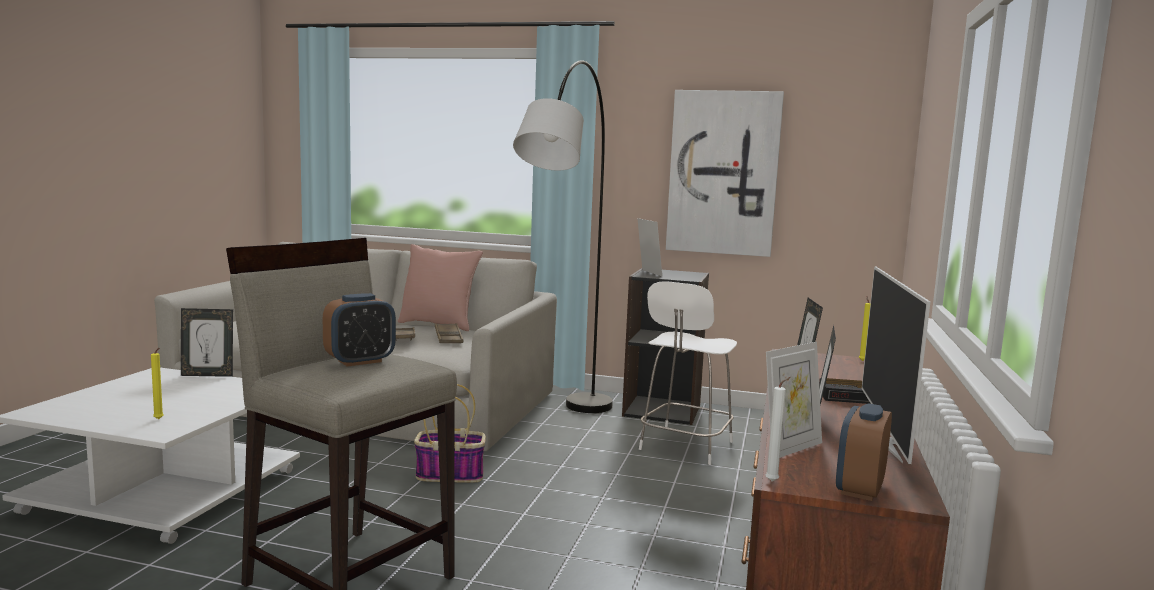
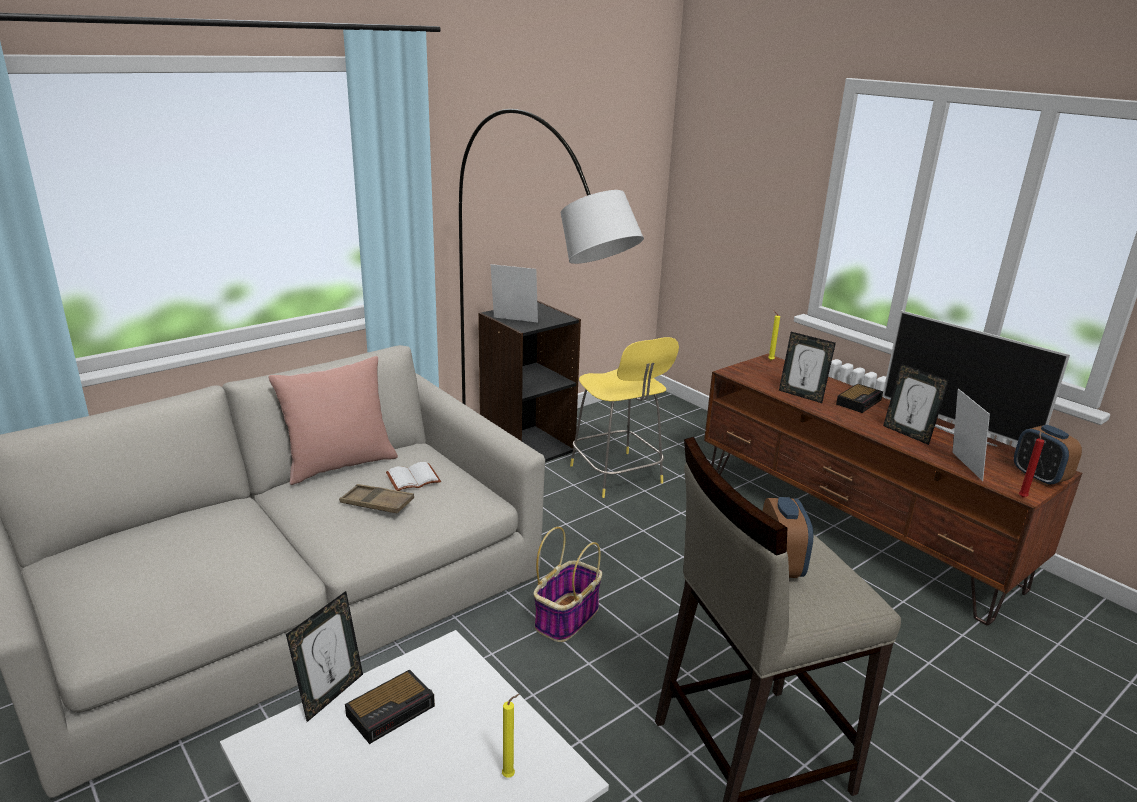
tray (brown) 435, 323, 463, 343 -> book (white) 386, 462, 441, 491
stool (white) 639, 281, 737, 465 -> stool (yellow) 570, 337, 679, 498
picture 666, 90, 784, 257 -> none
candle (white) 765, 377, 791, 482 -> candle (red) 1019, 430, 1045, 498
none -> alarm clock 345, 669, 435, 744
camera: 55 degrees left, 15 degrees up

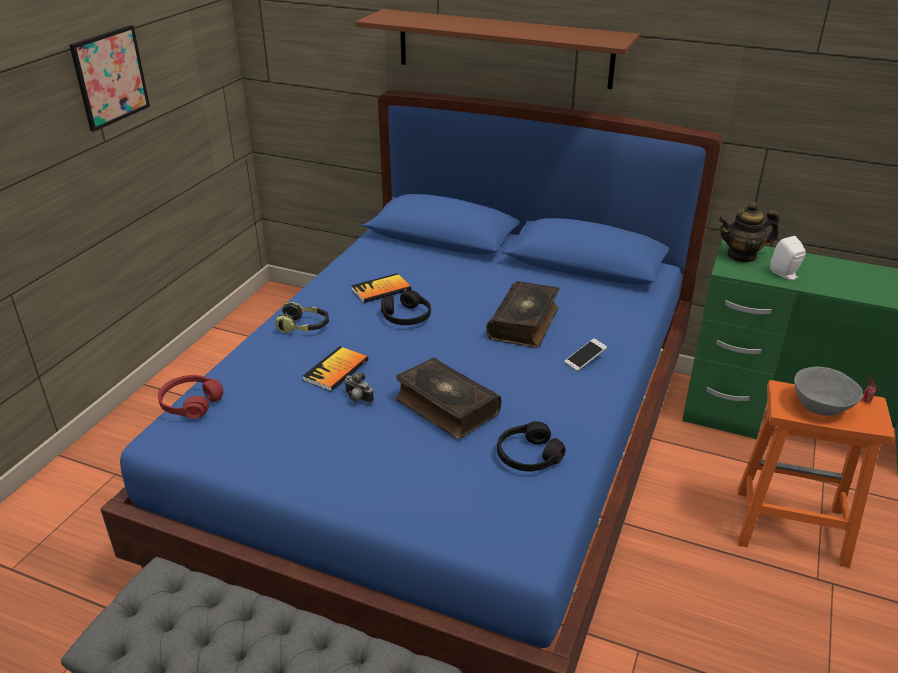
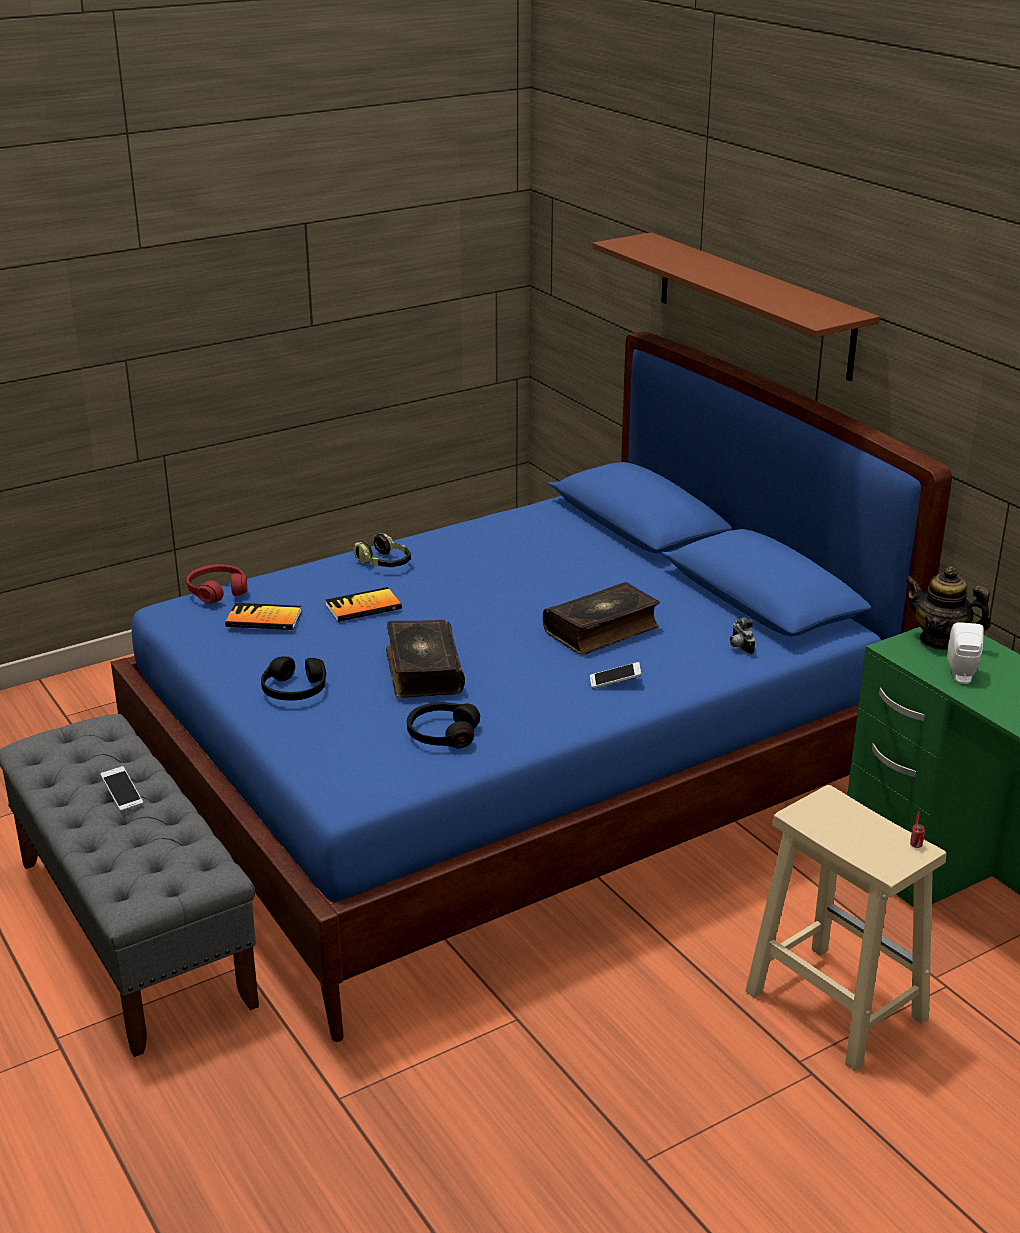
picture 70, 25, 150, 132 -> none
photo camera 344, 372, 374, 403 -> photo camera 730, 617, 755, 655, relocated
book 351, 273, 411, 303 -> book 225, 603, 302, 630, relocated
headphones (black) 381, 290, 431, 325 -> headphones (black) 261, 656, 326, 700, relocated
stool (orange) 738, 380, 895, 568 -> stool (beige) 745, 785, 947, 1071
bowl (grey) 794, 367, 863, 416 -> none
none -> phone 101, 766, 143, 812
camera: 35 degrees right, 5 degrees down

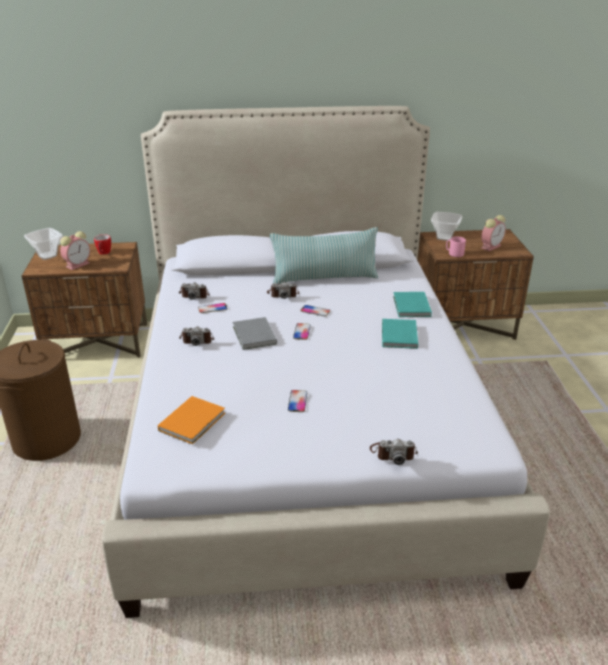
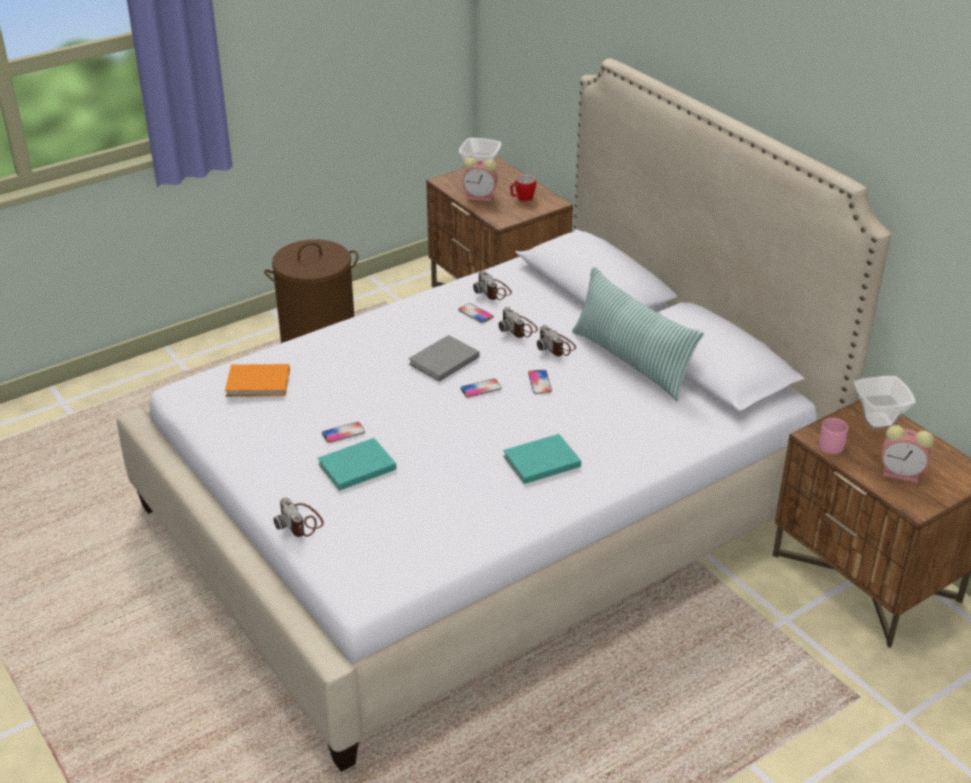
photo camera 179, 326, 214, 346 -> photo camera 499, 307, 538, 338, relocated
book (turquoise) 393, 292, 432, 317 -> book (turquoise) 318, 438, 396, 491, relocated
camera: 60 degrees right, 5 degrees up

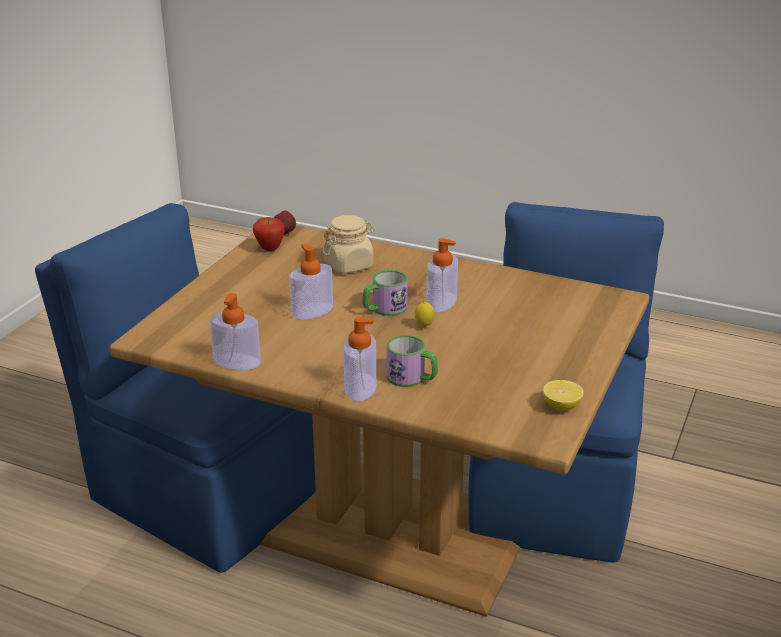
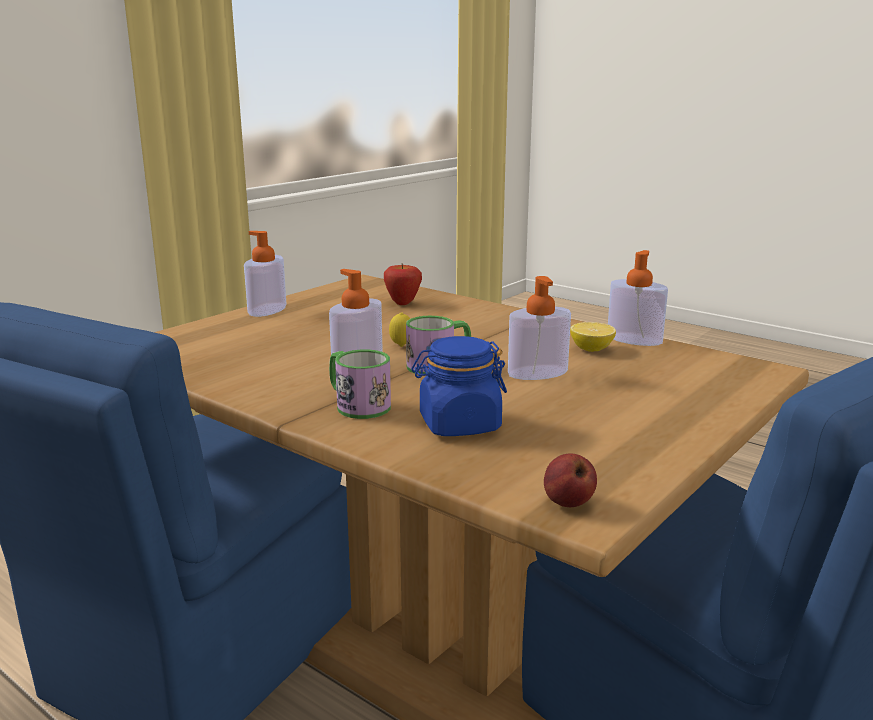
apple 253, 217, 285, 251 -> apple 384, 263, 422, 305, relocated
jar (beige) 323, 215, 374, 274 -> jar (blue) 411, 336, 507, 436
soap dispenser 343, 317, 376, 401 -> soap dispenser 244, 231, 287, 317, relocated
mug 386, 335, 438, 387 -> mug 329, 349, 391, 419, relocated
lemon 543, 380, 584, 411 -> lemon 570, 322, 616, 352, relocated
camera: 165 degrees left, 10 degrees down

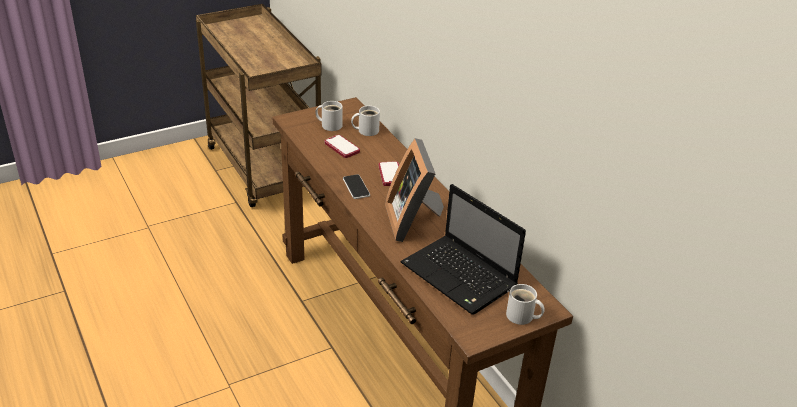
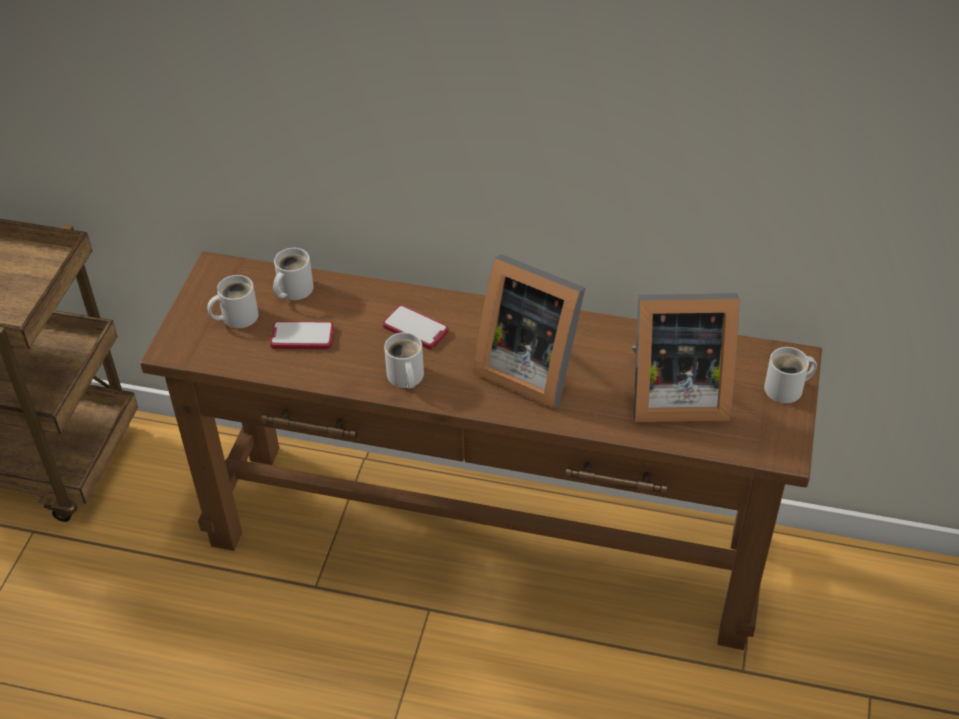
phone 343, 174, 370, 199 -> mug (white) 384, 332, 424, 389
laptop 400, 184, 526, 315 -> picture frame 632, 293, 740, 422
camera: 45 degrees left, 10 degrees up

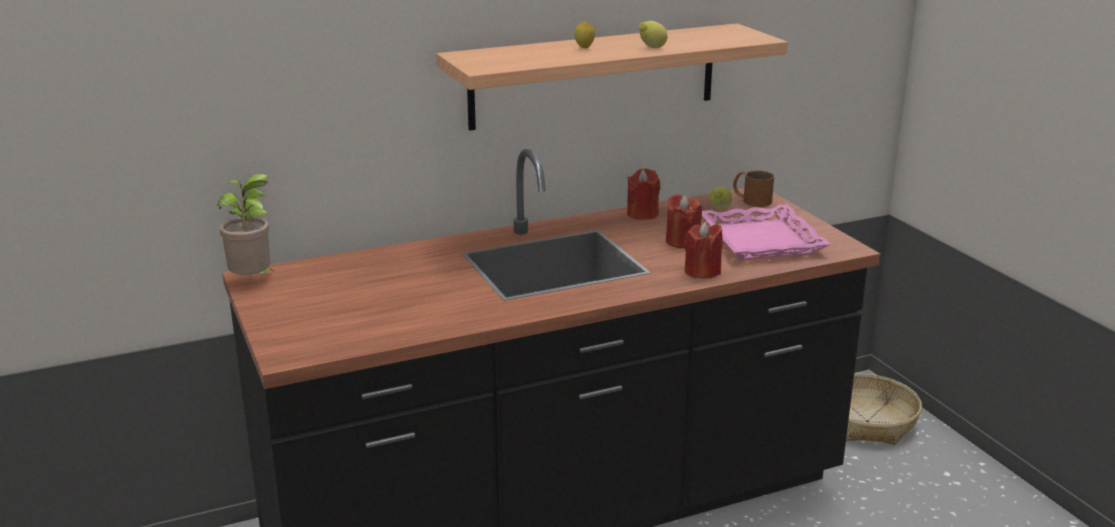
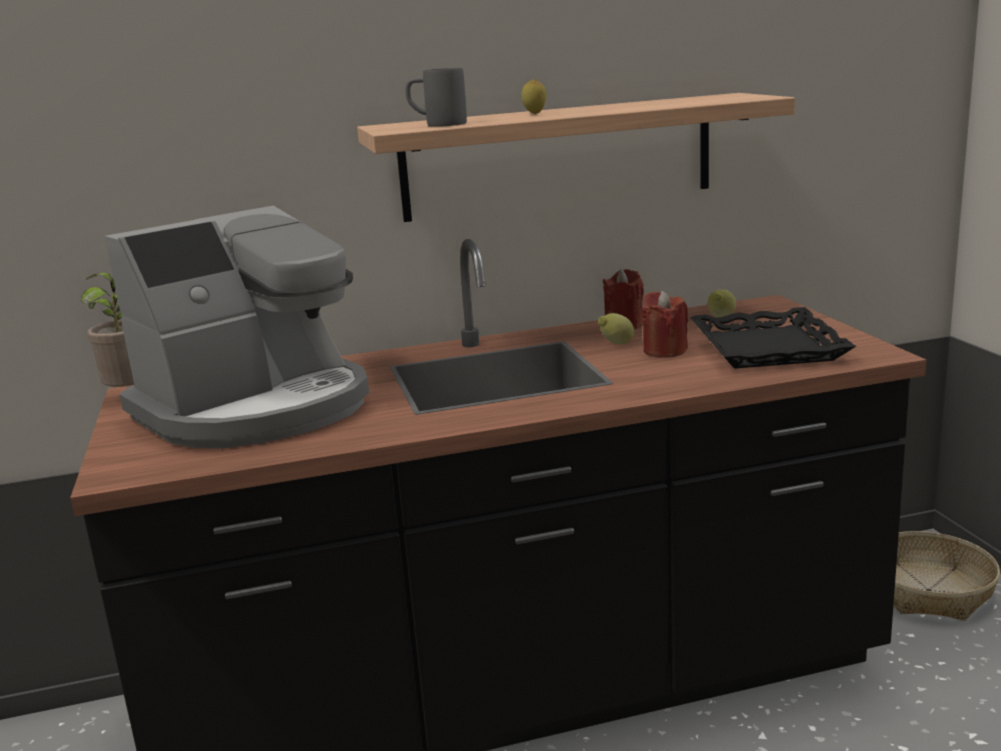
lemon 639, 21, 668, 48 -> lemon 598, 313, 634, 344, relocated
candle (red) 684, 222, 722, 278 -> none
tray (pink) 702, 204, 831, 260 -> tray (black) 691, 307, 856, 369
mug (brown) 733, 171, 774, 207 -> none
none -> coffee machine 104, 206, 369, 448
none -> mug (grey) 405, 67, 467, 127
camera: 10 degrees right, 5 degrees down

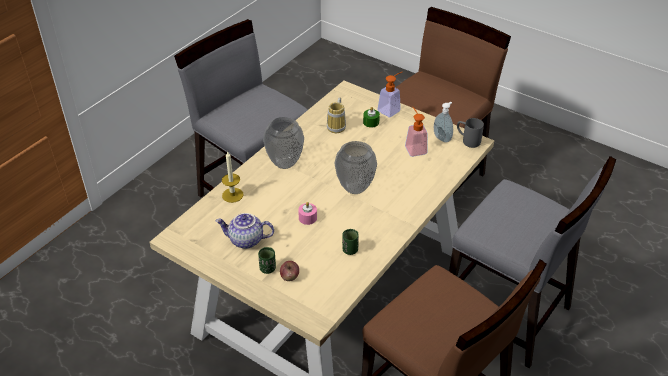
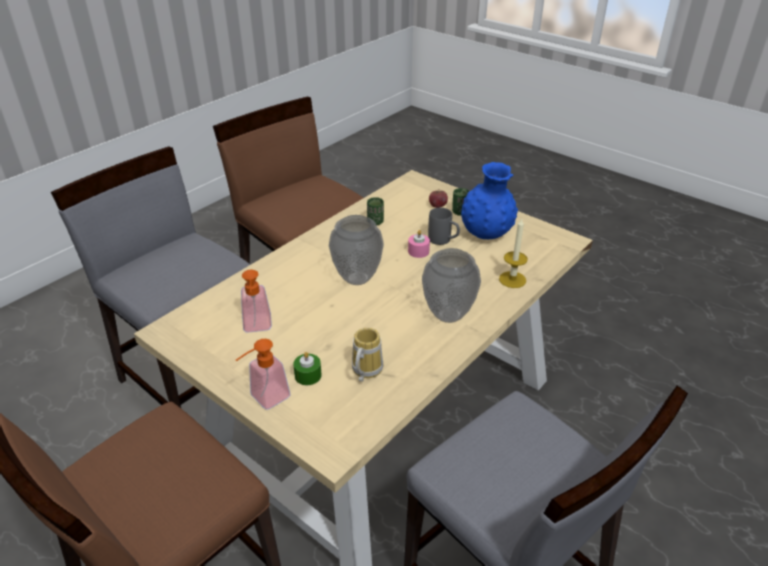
teapot 216, 213, 274, 249 -> vase (blue) 461, 162, 518, 239
soap dispenser 434, 102, 453, 143 -> none
mug (grey) 457, 118, 484, 148 -> mug (grey) 428, 208, 460, 245, relocated
camera: 175 degrees left, 5 degrees down

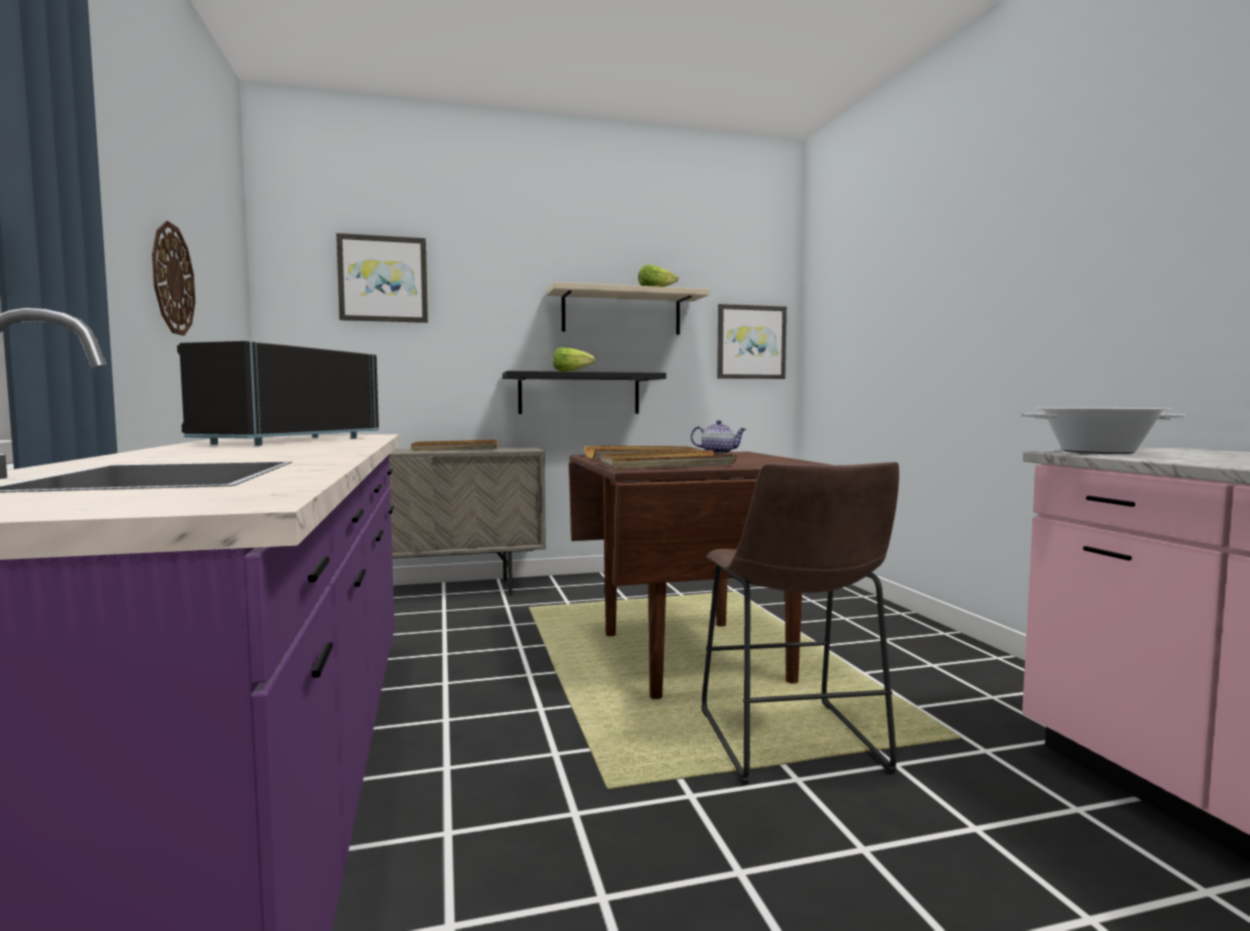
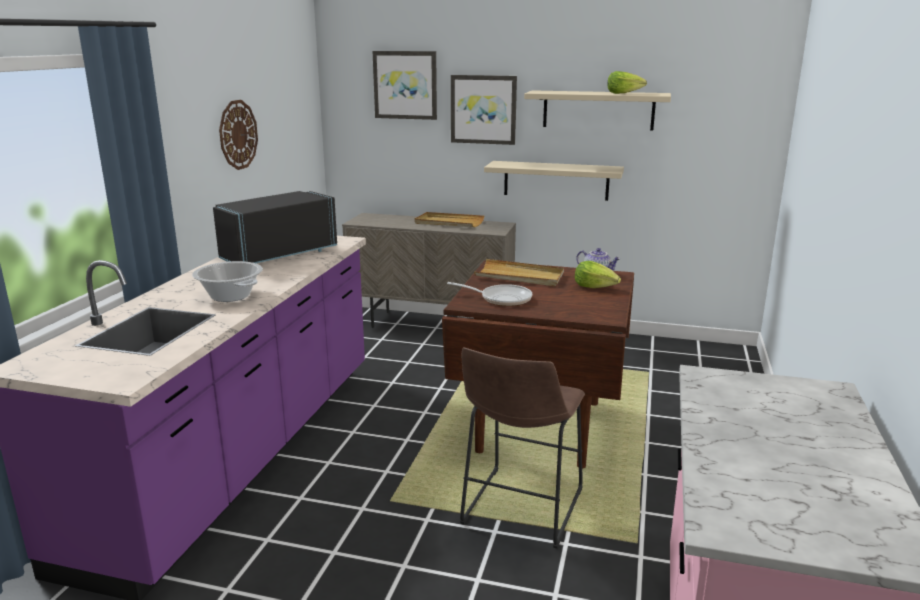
shelf (black) 502, 371, 666, 414 -> shelf (beige) 484, 161, 624, 201
lettuce 553, 347, 596, 371 -> lettuce 575, 261, 621, 288, relocated
tray (beige) 601, 450, 737, 469 -> frying pan 447, 282, 533, 306
picture 717, 304, 787, 379 -> picture 451, 75, 517, 145, relocated
cooking pot 1020, 408, 1186, 454 -> cooking pot 192, 261, 263, 302, relocated
camera: 30 degrees right, 15 degrees up

